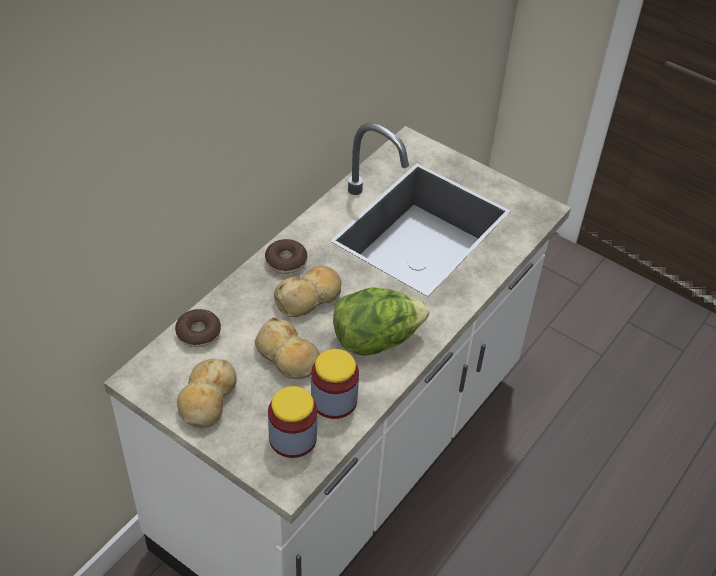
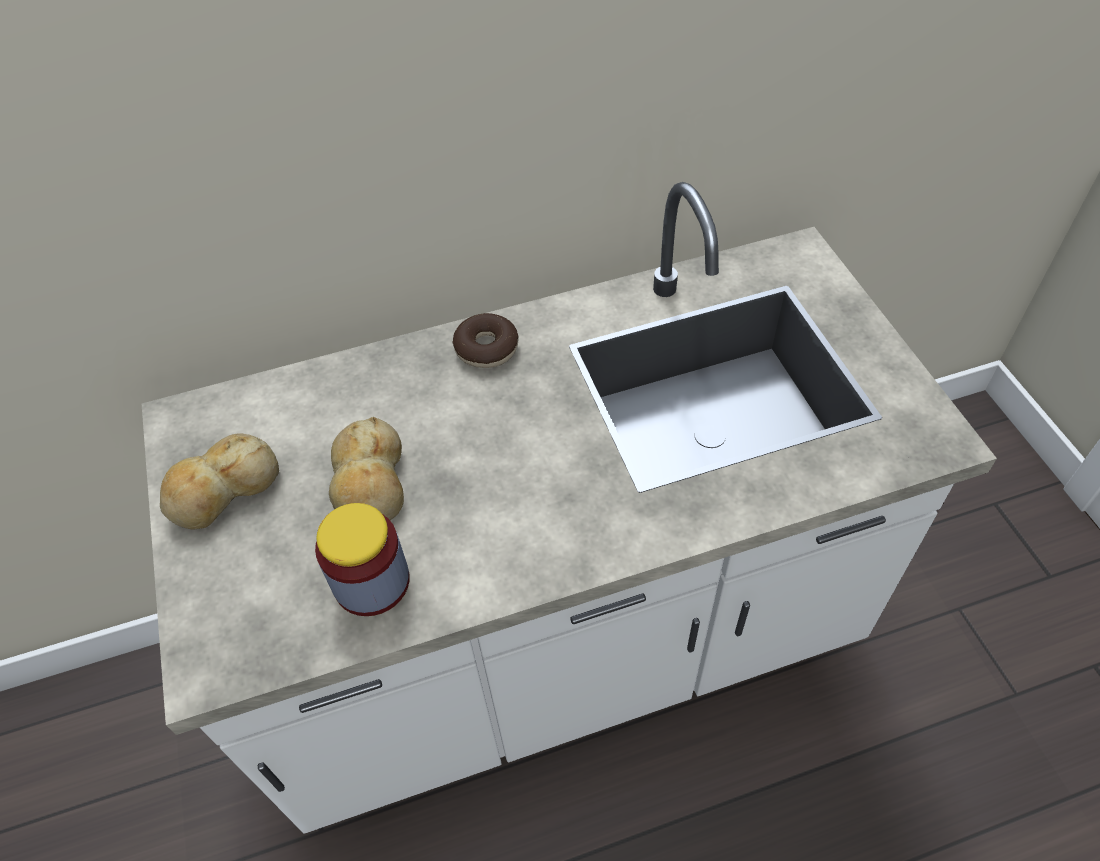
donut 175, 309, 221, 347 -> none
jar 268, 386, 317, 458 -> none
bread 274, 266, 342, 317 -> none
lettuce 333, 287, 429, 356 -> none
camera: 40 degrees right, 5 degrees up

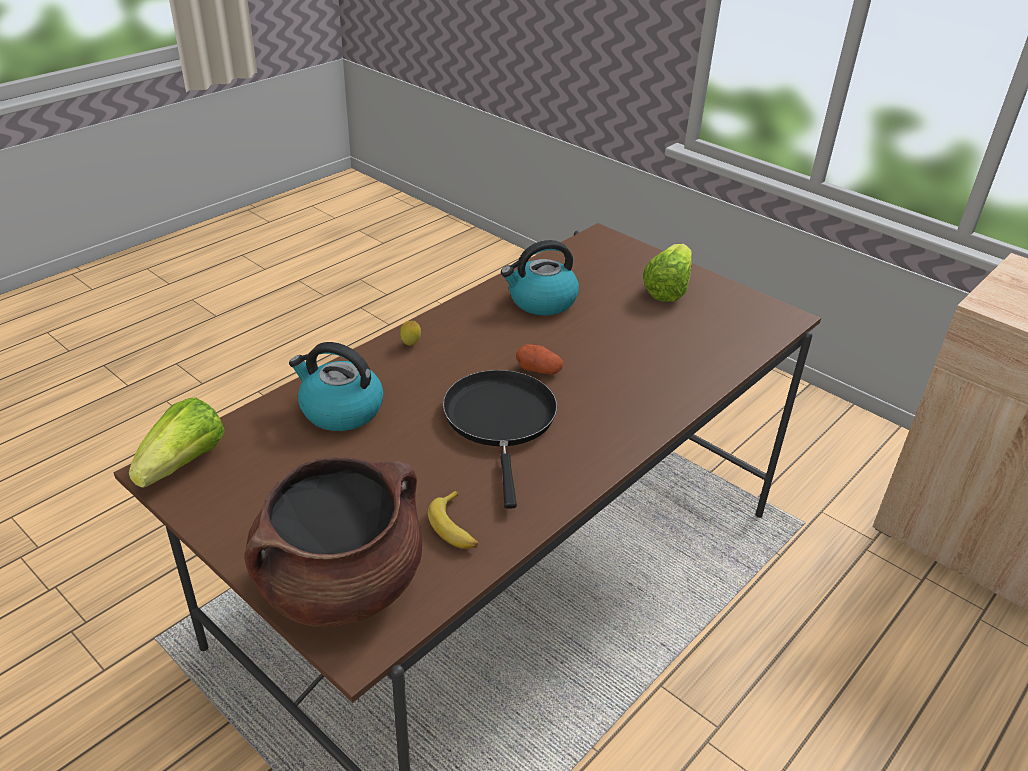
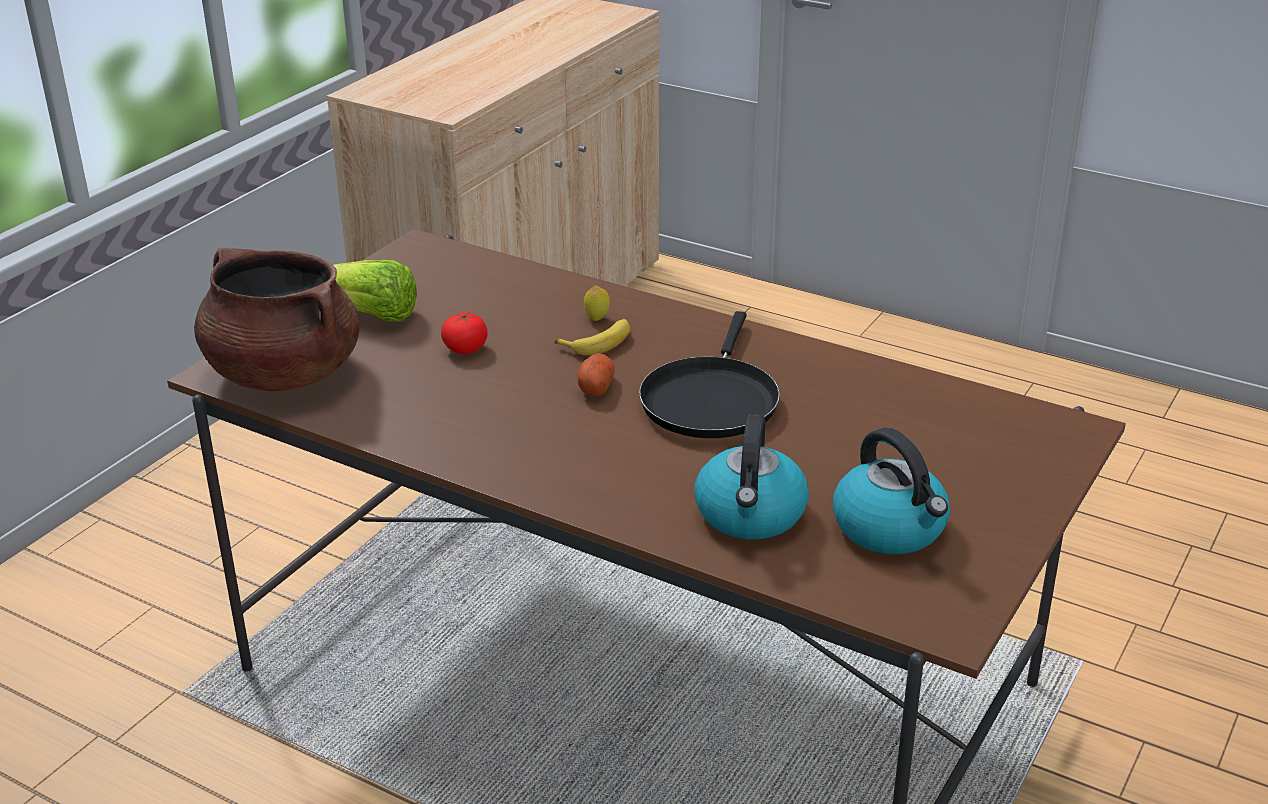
lettuce 129, 397, 225, 488 -> none
cooking pot (brown) 244, 457, 422, 627 -> cooking pot (brown) 194, 248, 360, 391, relocated
lemon 400, 321, 421, 346 -> lemon 584, 285, 610, 321, relocated
banana 428, 490, 478, 549 -> banana 554, 319, 630, 355, relocated
frying pan (black) 443, 370, 557, 509 -> frying pan (black) 639, 311, 780, 438, 60 degrees counterclockwise
kettle 501, 240, 579, 316 -> kettle 833, 428, 950, 555, relocated
none -> tomato 441, 312, 488, 354
camera: 100 degrees left, 5 degrees down

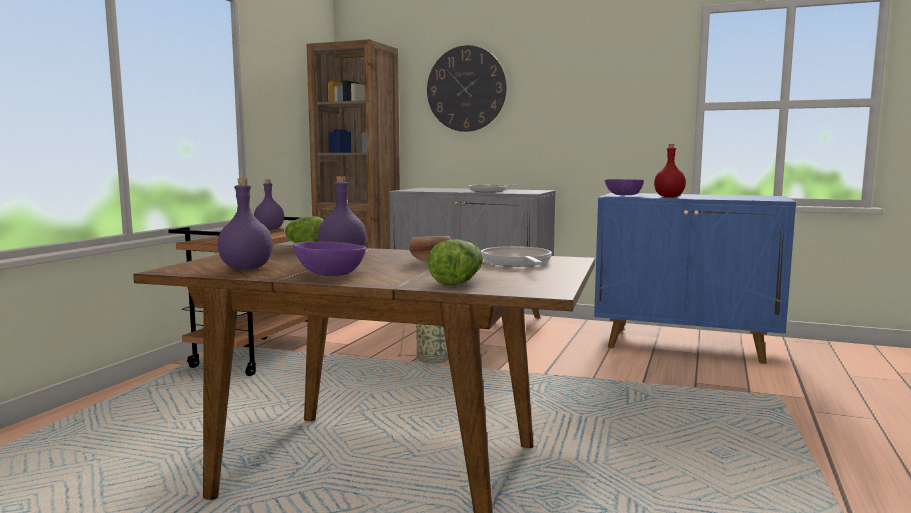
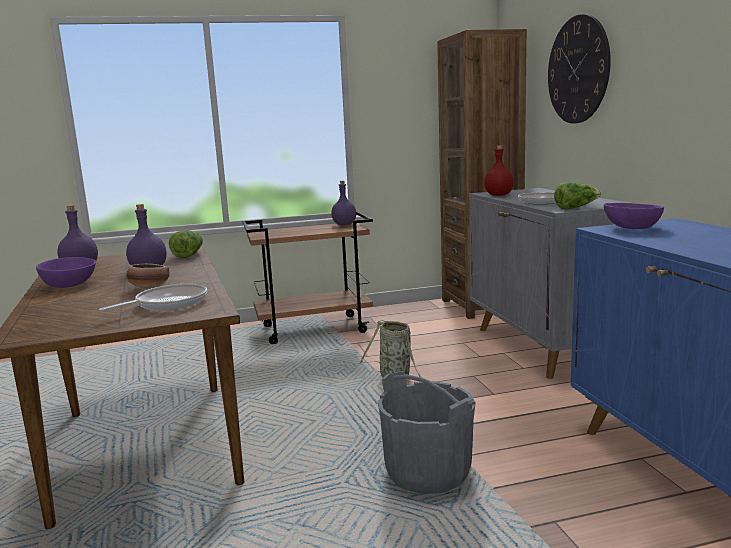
lettuce 428, 239, 483, 286 -> lettuce 554, 182, 601, 209, relocated
bottle (red) 654, 144, 686, 197 -> bottle (red) 484, 145, 514, 196, relocated
none -> bucket (grey) 378, 371, 475, 494
camera: 55 degrees right, 5 degrees up

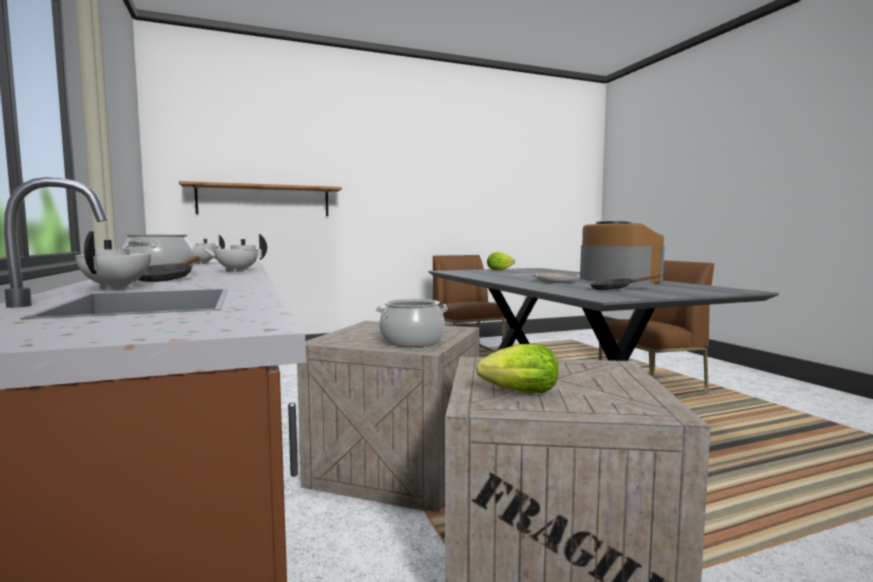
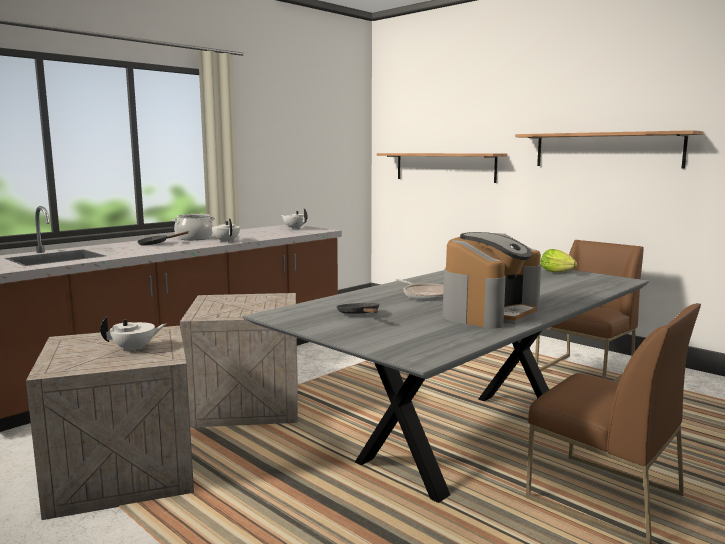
teapot (white) 75, 231, 151, 290 -> teapot (white) 100, 316, 166, 353, relocated
cooking pot 376, 299, 448, 347 -> none
lettuce 476, 344, 559, 393 -> none
none -> shelf 515, 130, 704, 169
camera: 65 degrees right, 5 degrees up

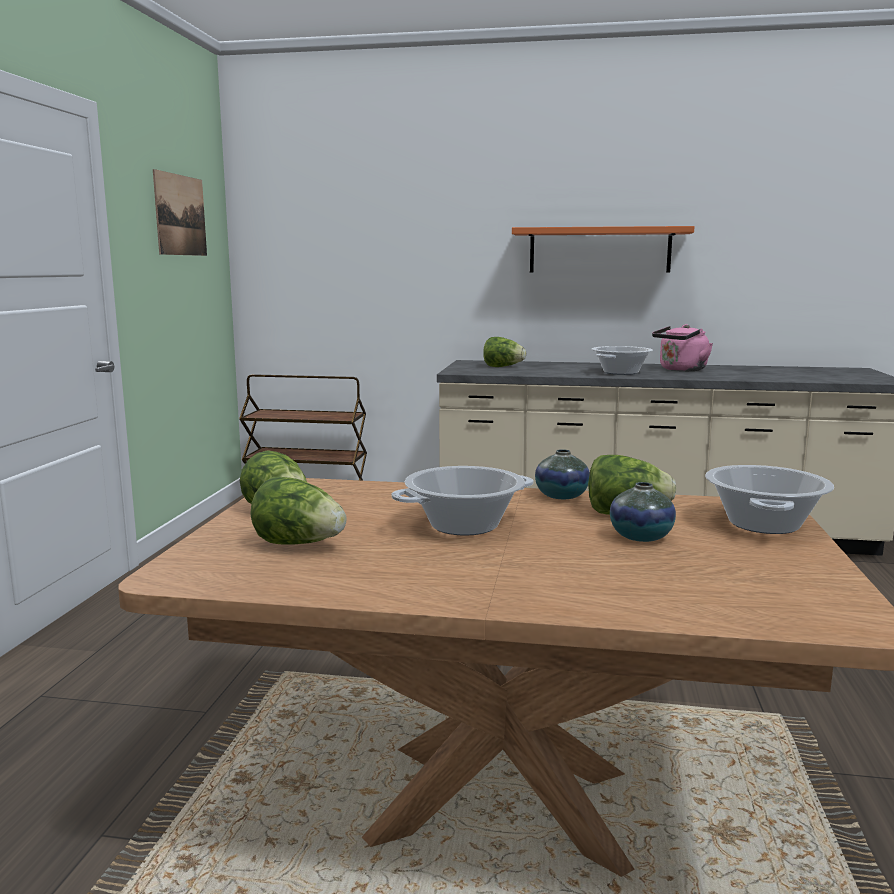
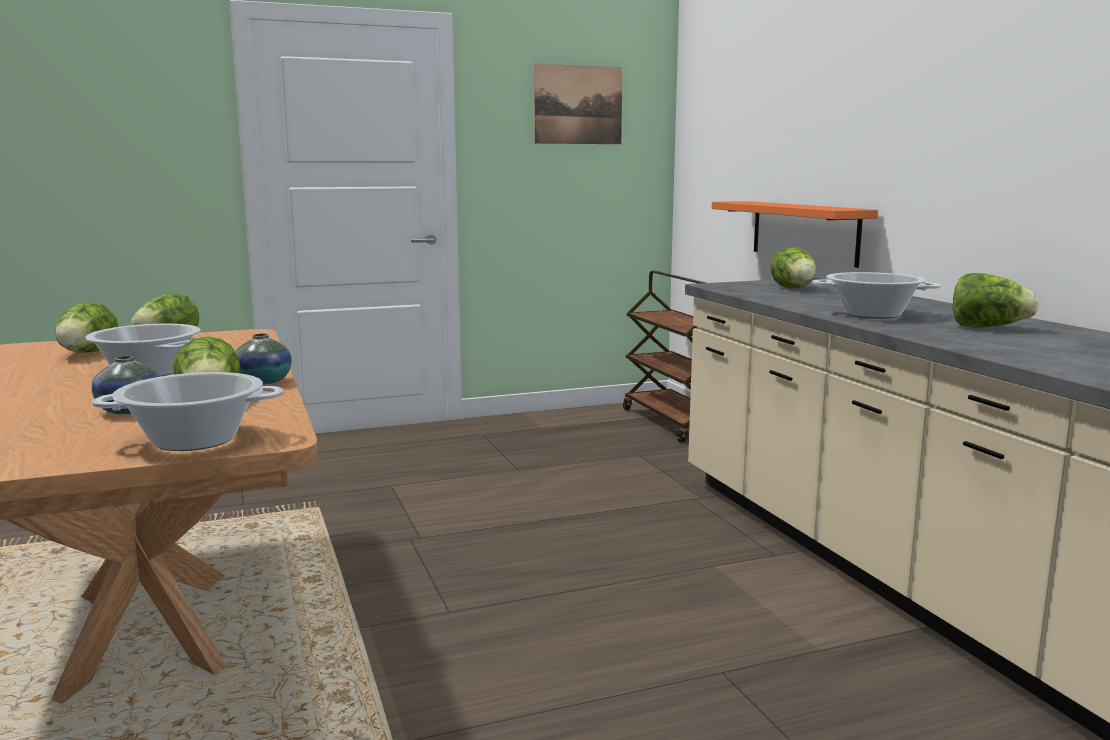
shelf (orange) 512, 226, 695, 273 -> shelf (orange) 712, 201, 878, 268, relocated
kettle (pink) 652, 324, 713, 371 -> lettuce 953, 273, 1039, 328
camera: 60 degrees right, 0 degrees up

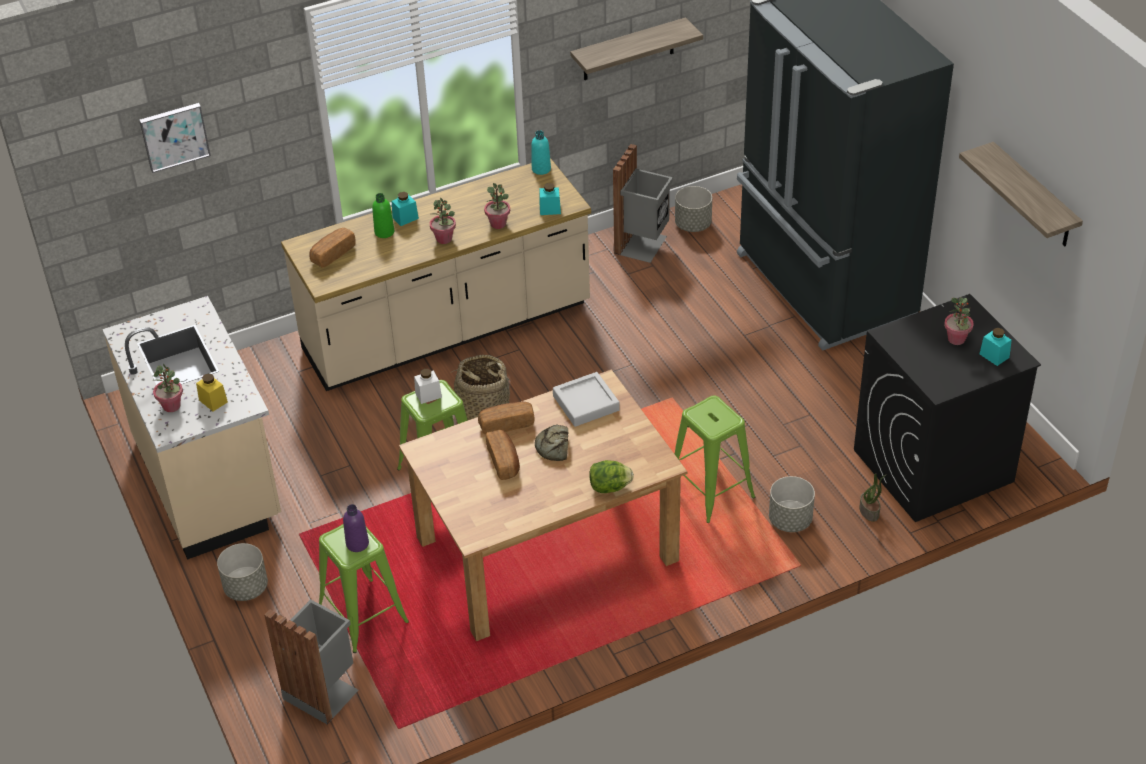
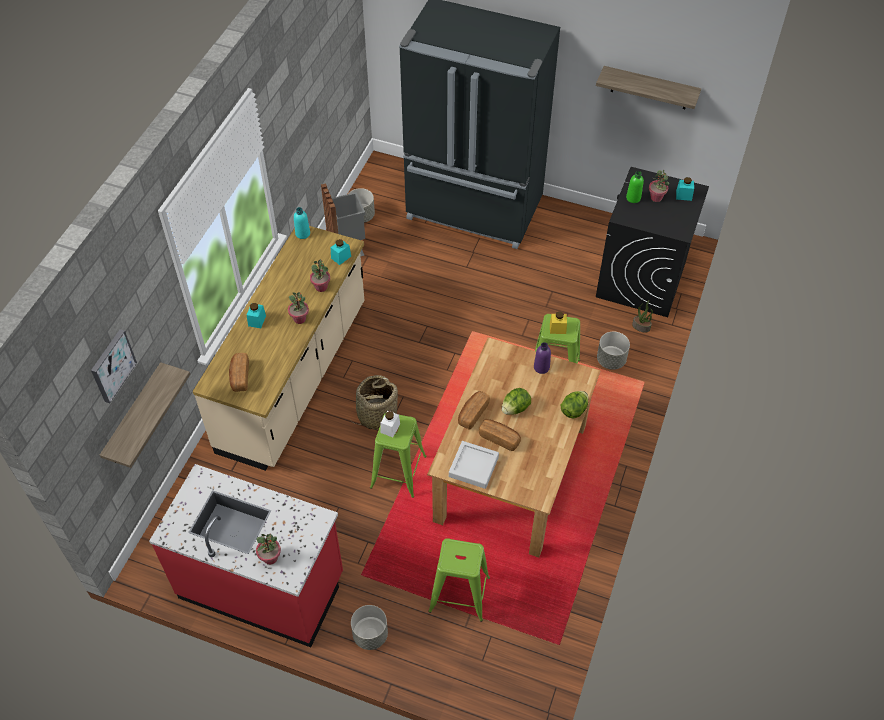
counter (beige) 102, 296, 281, 560 -> counter (red) 149, 464, 343, 647
jar (yellow) 196, 373, 228, 411 -> jar (yellow) 550, 311, 567, 334, relocated
trash can (grey) 264, 599, 358, 724 -> none
bottle (purple) 343, 504, 369, 552 -> bottle (purple) 534, 342, 551, 374, relocated
bottle (green) 372, 193, 394, 238 -> bottle (green) 626, 171, 644, 203, relocated
bread 535, 425, 568, 461 -> lettuce 502, 388, 531, 415
tray (grey) 553, 372, 620, 427 -> tray (grey) 449, 441, 499, 489, relocated
shelf 570, 17, 703, 80 -> shelf 100, 362, 190, 468, relocated
camera: 45 degrees left, 10 degrees up

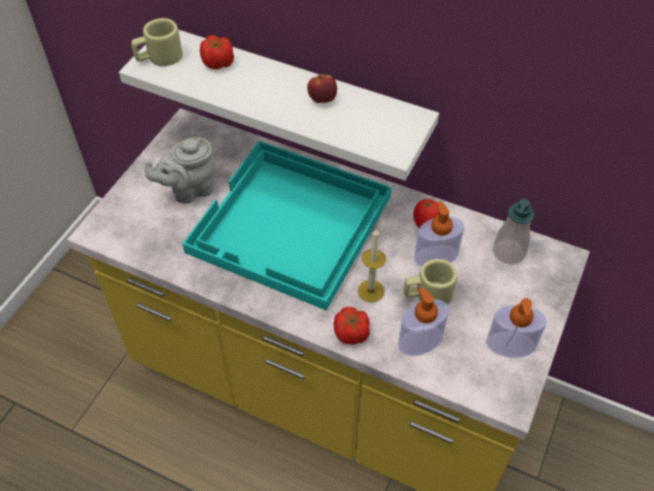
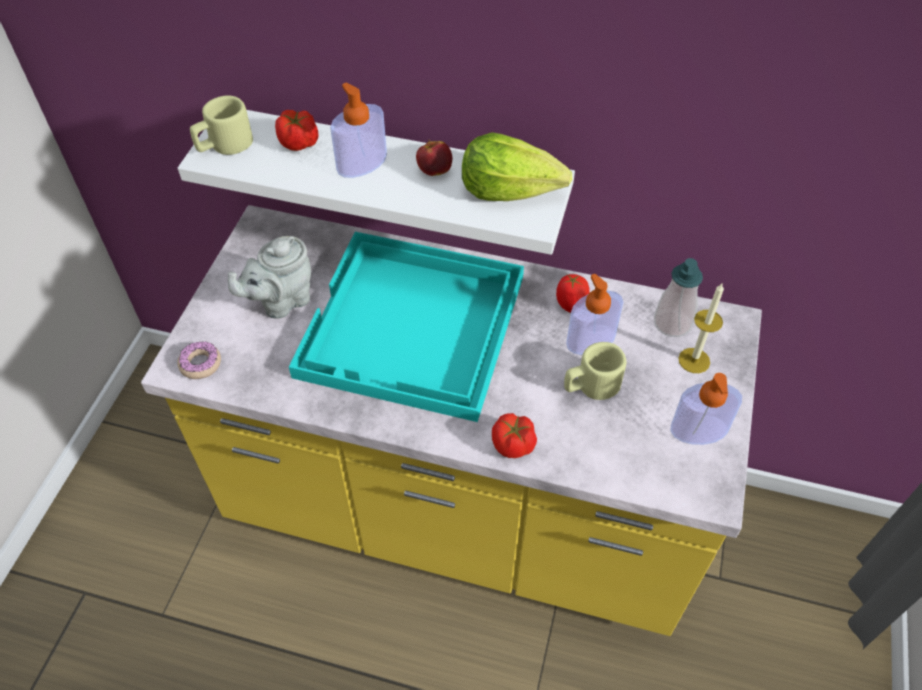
candle 358, 228, 386, 302 -> candle 678, 284, 724, 373, relocated
soap dispenser 398, 287, 449, 356 -> soap dispenser 330, 82, 387, 178, relocated
none -> donut 177, 341, 221, 379
none -> lettuce 462, 132, 572, 201
camera: 10 degrees left, 0 degrees up

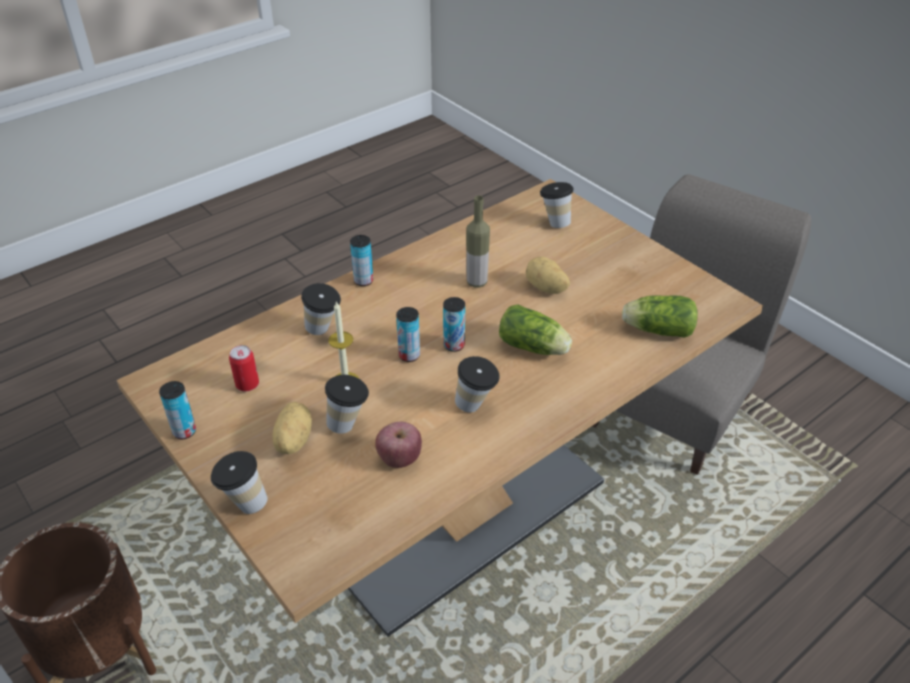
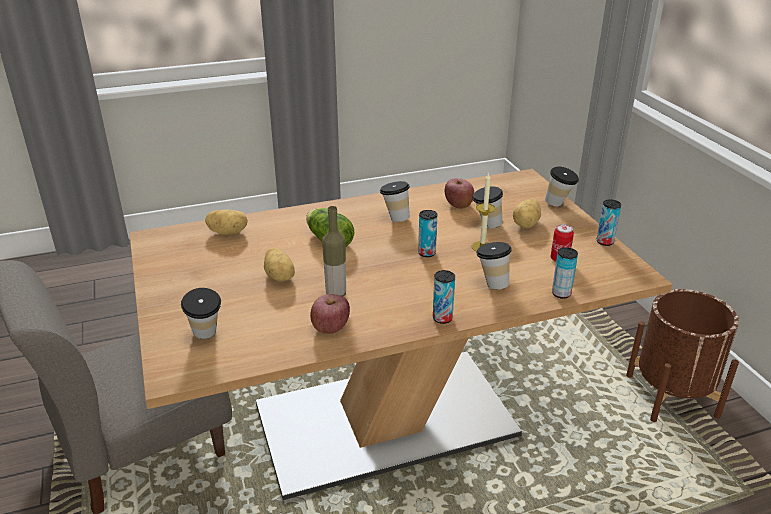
can 443, 297, 465, 352 -> can 552, 247, 578, 299, relocated
lettuce 622, 295, 698, 338 -> potato 205, 209, 248, 235
none -> apple 310, 294, 350, 334
camera: 160 degrees left, 10 degrees down

